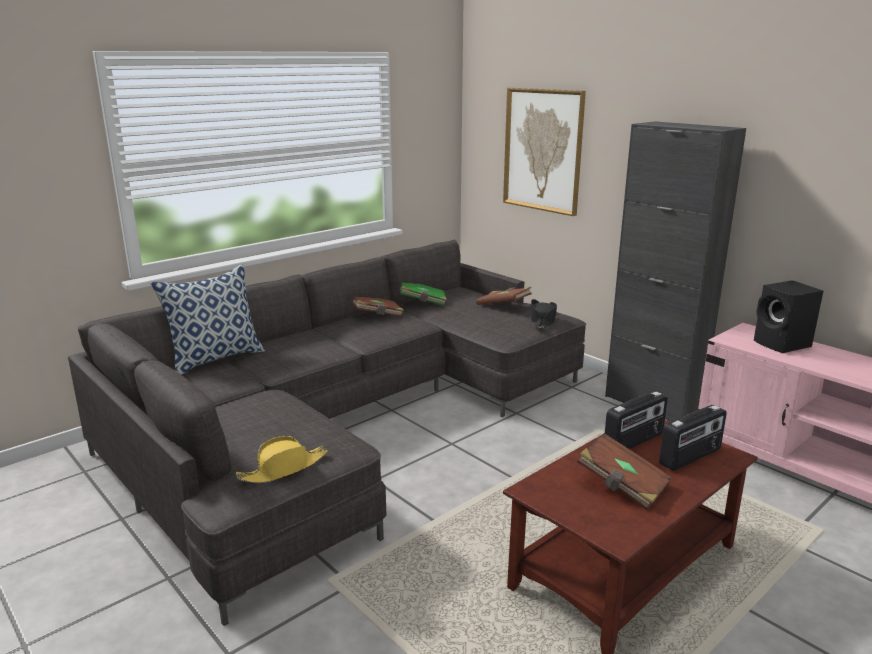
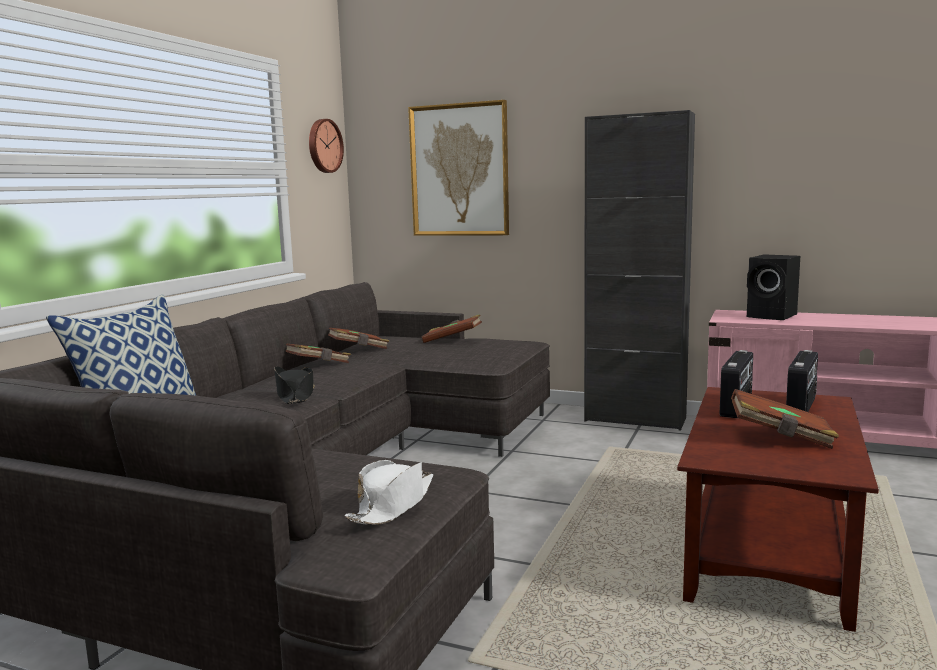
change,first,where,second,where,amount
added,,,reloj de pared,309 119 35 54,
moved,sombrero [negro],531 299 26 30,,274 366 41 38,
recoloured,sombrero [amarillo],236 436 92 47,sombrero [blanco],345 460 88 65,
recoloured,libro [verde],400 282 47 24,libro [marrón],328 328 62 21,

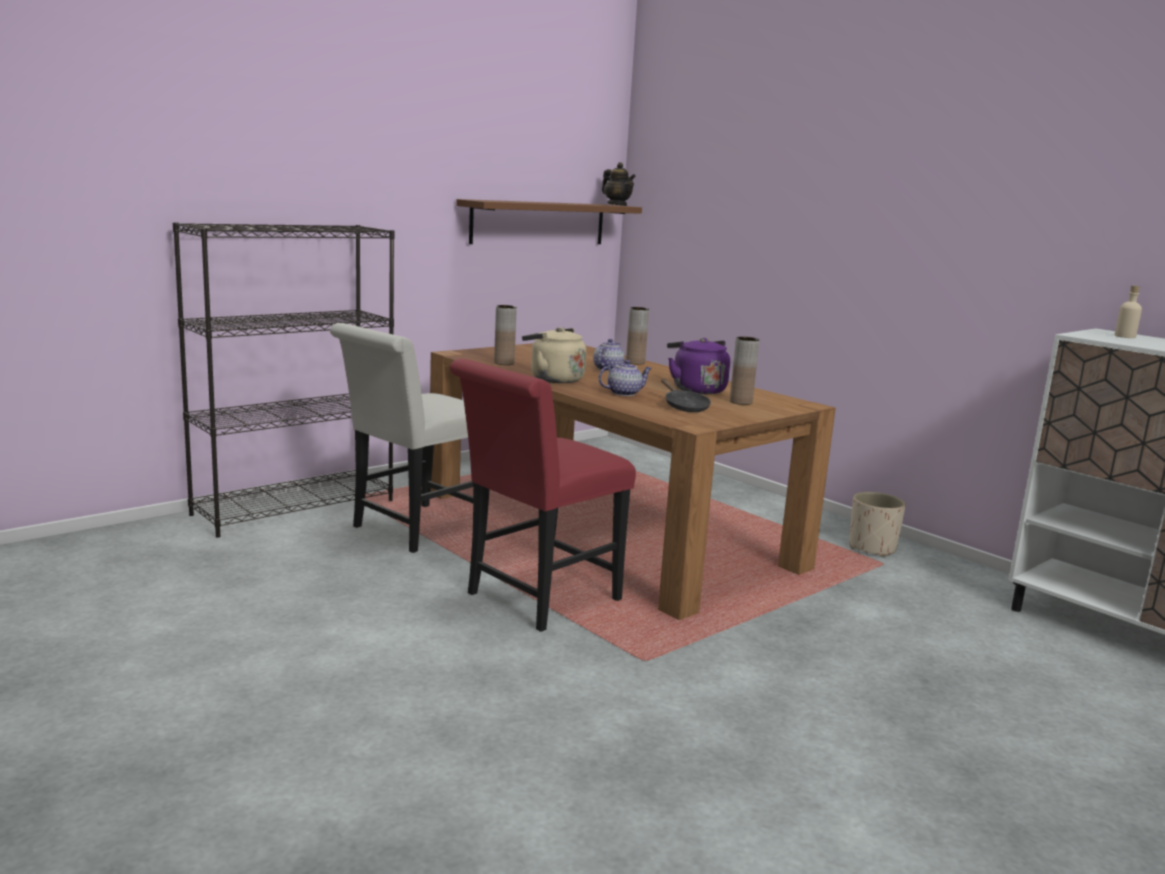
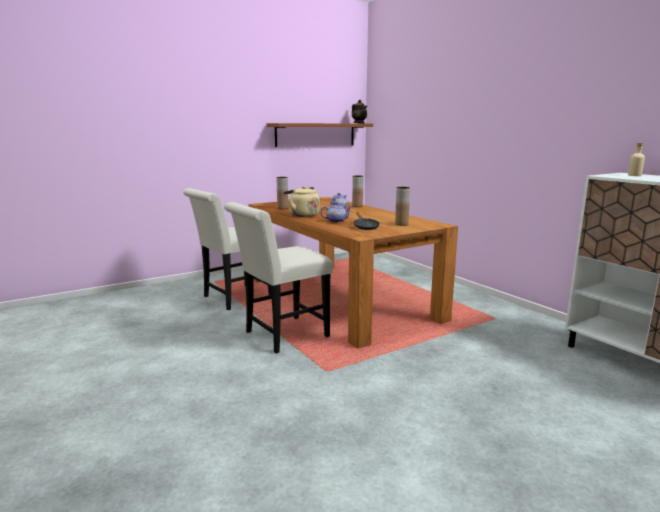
change,first,where,second,where,amount
removed,estantería [negro],173 222 222 316,,,
removed,hervidor [morado],667 338 63 56,,,
removed,maceta [beis],849 492 57 65,,,
recoloured,silla [rojo],450 359 186 273,silla [blanco],224 202 109 151,

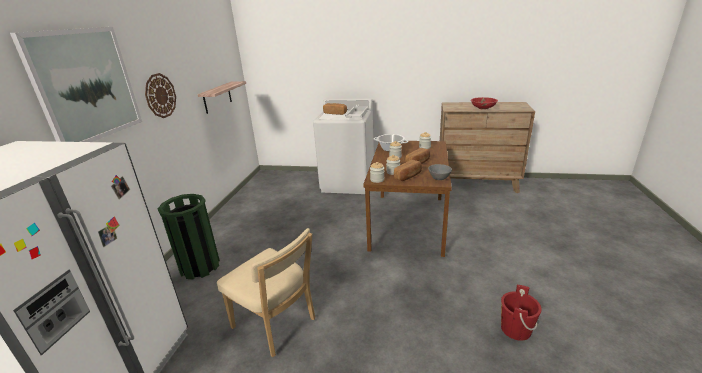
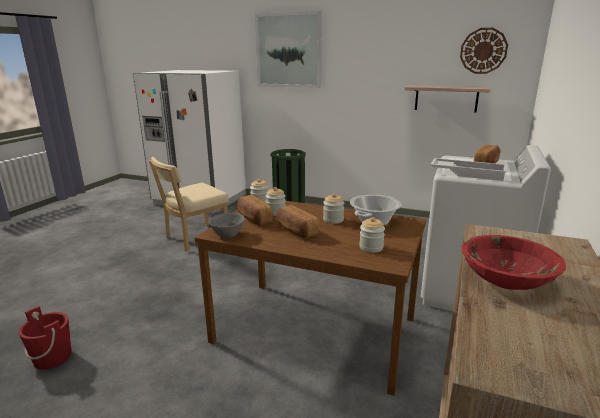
change,first,where,second,where,amount
moved,reloj de pared,145 73 31 45,,460 28 48 46,

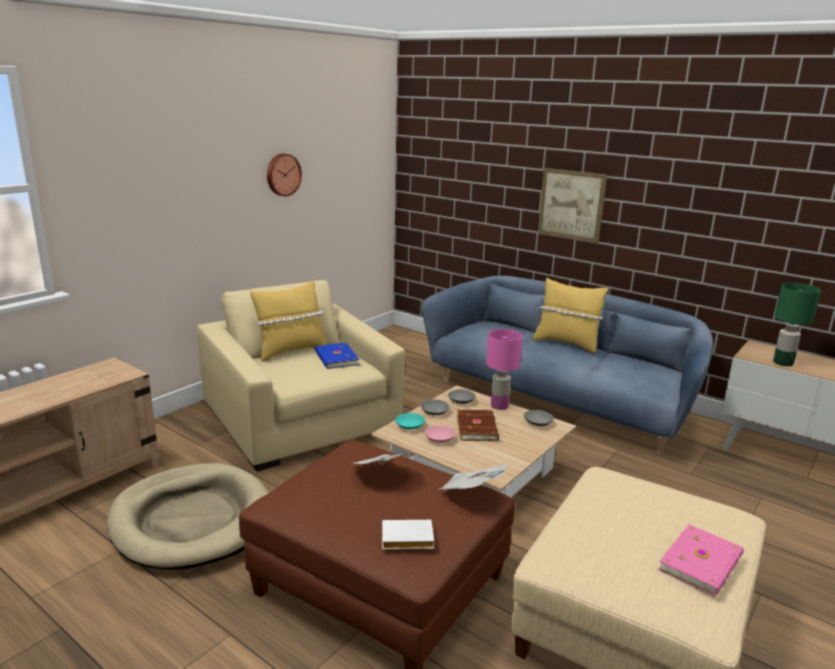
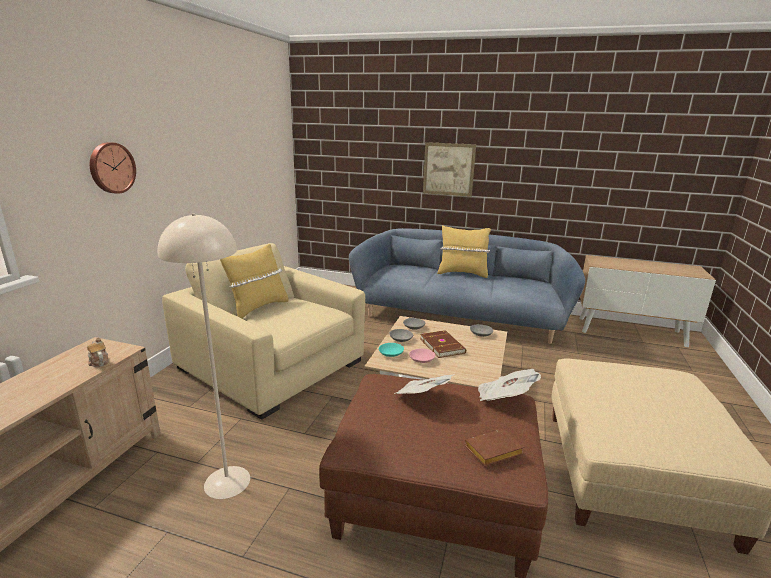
change,first,where,second,where,amount
removed,libro [azul],315 343 44 26,,,
removed,lámpara de mesa [rosa],486 329 37 81,,,
removed,libro [rosa],658 525 86 71,,,
removed,lámpara de mesa [verde],773 283 48 83,,,
added,,,tetera,87 337 22 30,
moved,reloj de pared,267 153 35 43,,90 142 46 52,
replaced,cama para perro [beis],107 463 162 107,lámpara de pie [beis],158 213 92 286,
recoloured,libro [blanco],382 519 52 30,libro [marrón],465 429 59 37,

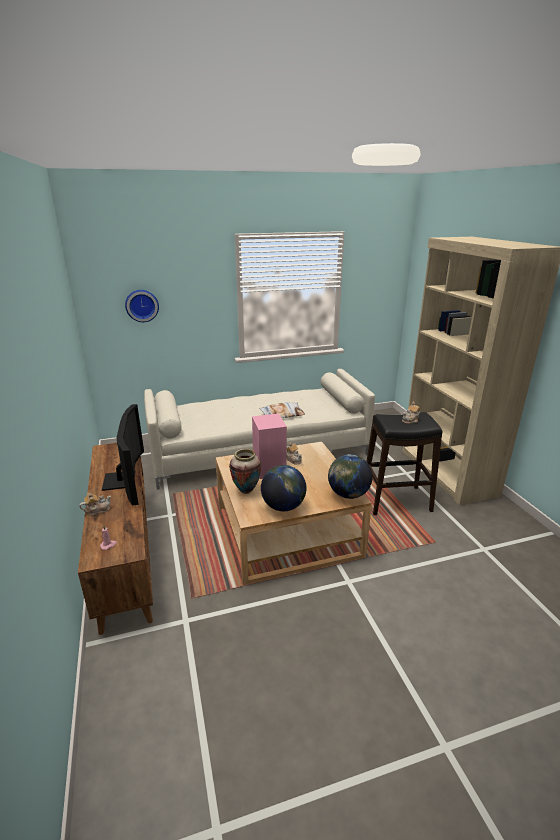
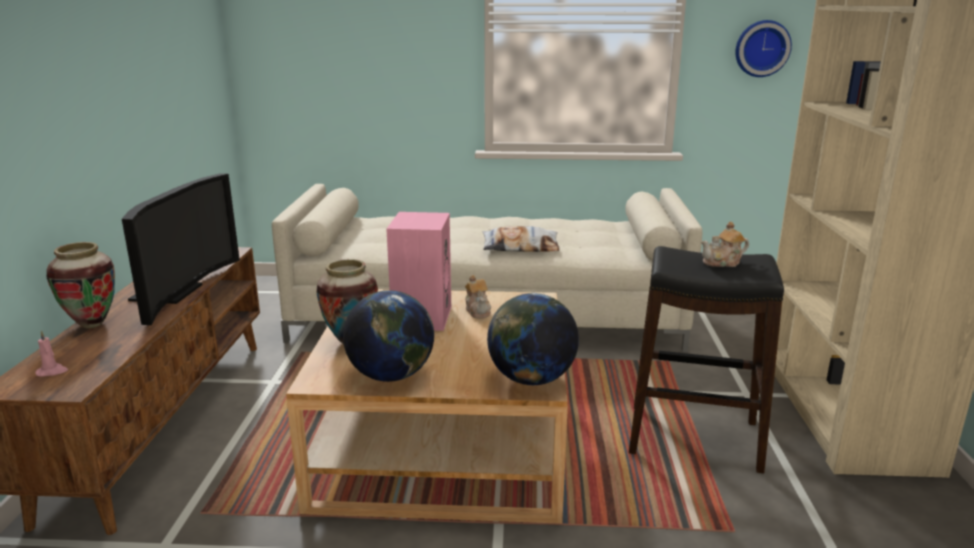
change,first,where,second,where,amount
moved,reloj de pared,125 290 34 32,,735 20 57 57,
replaced,tetera,79 493 32 23,florero,47 242 68 86,

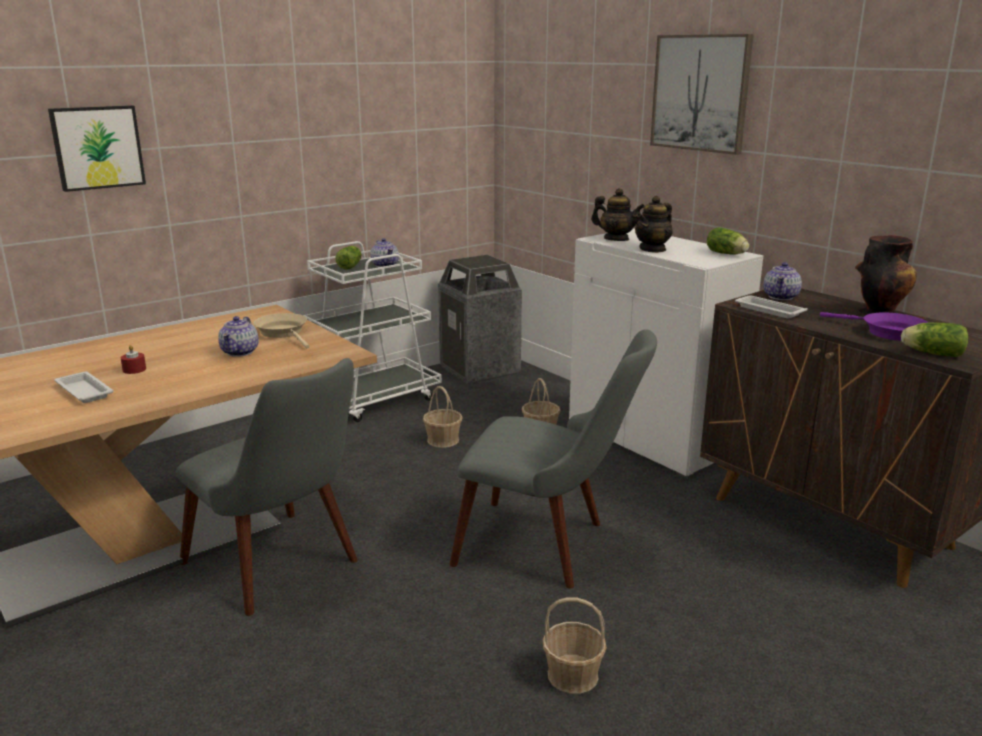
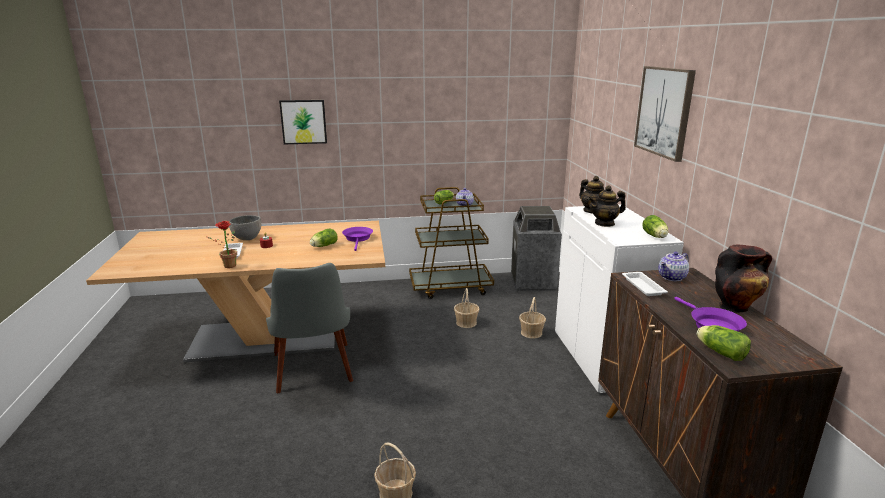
change,first,where,second,where,amount
removed,silla [gris],450 329 207 259,,,
added,,,planta en maceta,207 221 30 47,
added,,,cuenco [gris],229 215 33 25,
replaced,tetera,218 316 41 41,lechuga,310 228 28 19,
recoloured,sartén [beis],254 313 55 35,sartén [morado],342 227 31 24,
recoloured,carrito [blanco],303 241 139 181,carrito [marrón],409 187 85 112,

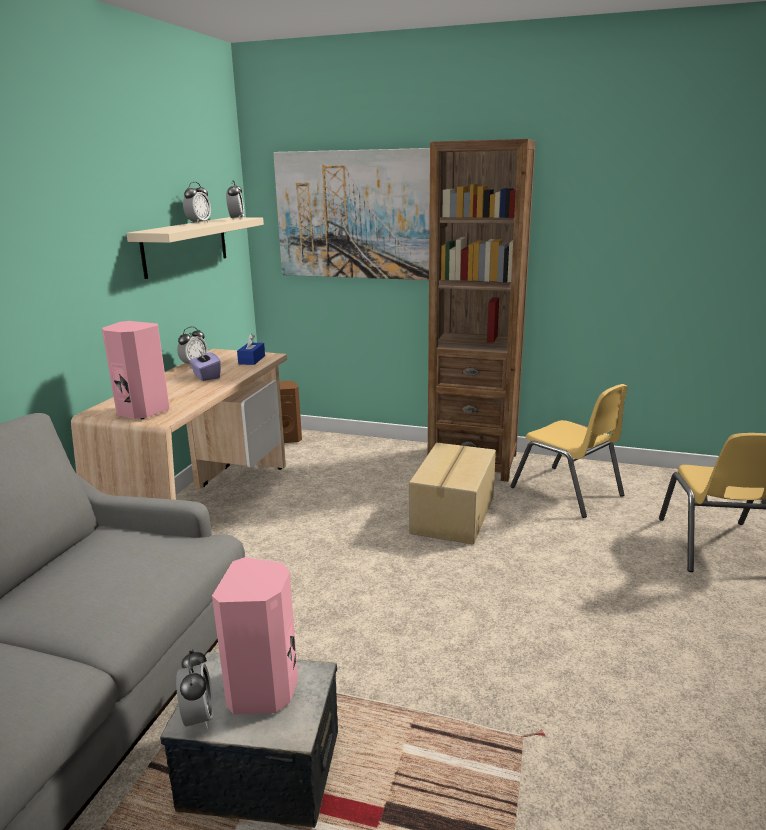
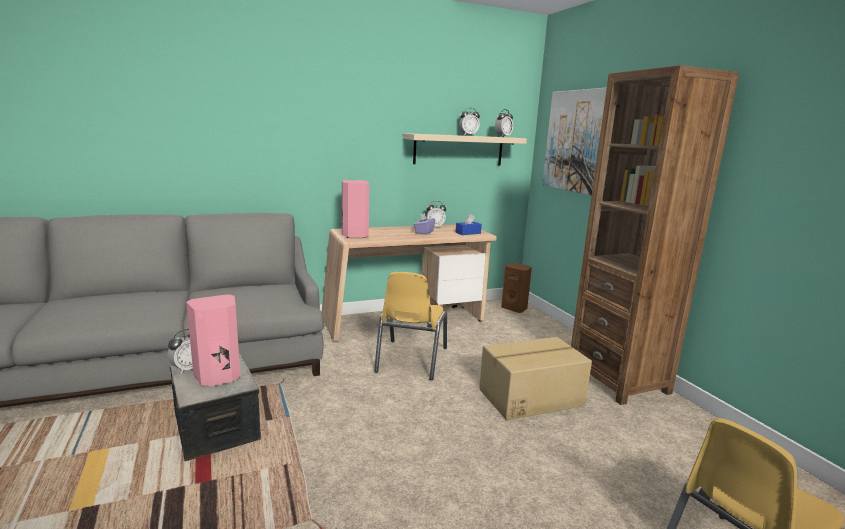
change,first,where,second,where,amount
moved,silla [amarillo],510 384 118 134,,374 272 73 108,

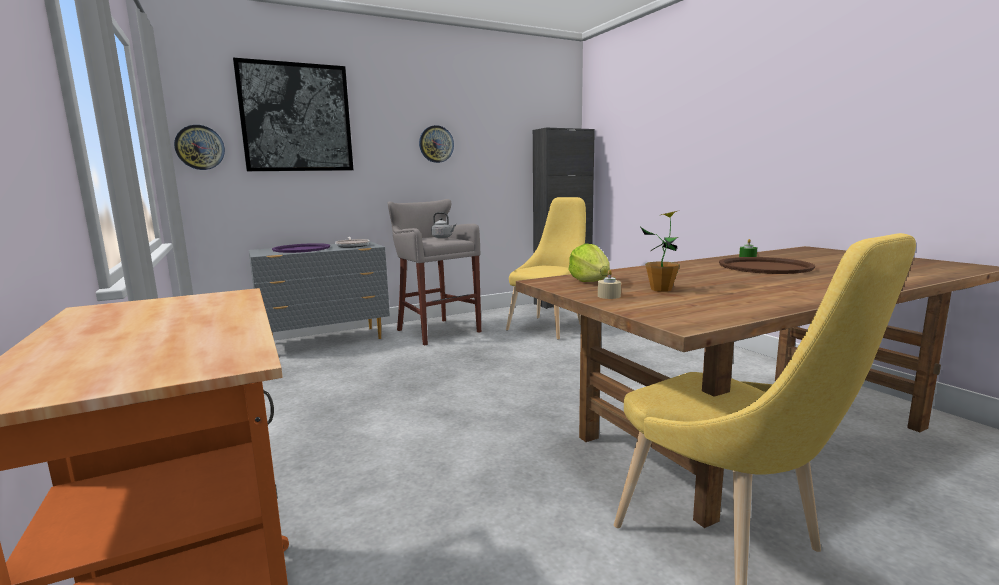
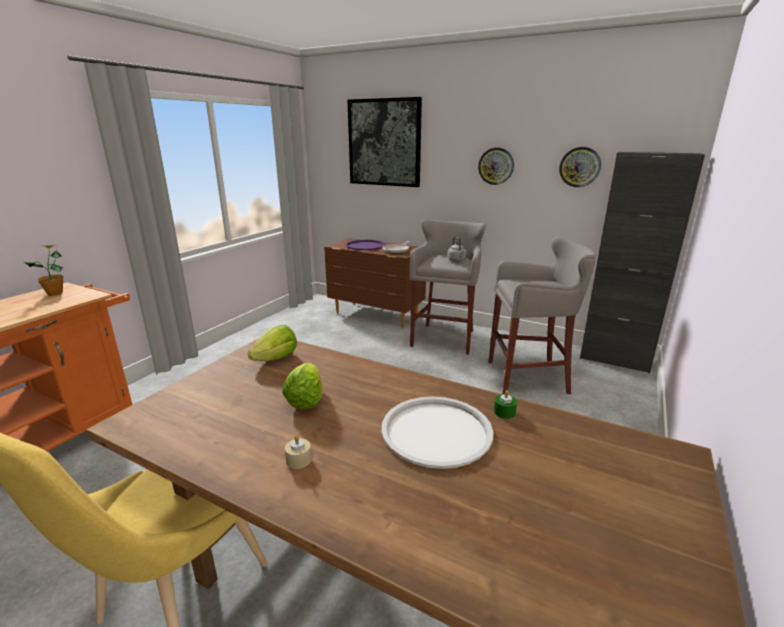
change,first,where,second,where,amount
added,,,lechuga,282 363 40 46,
moved,reloj de pared,174 125 51 45,,559 147 42 40,
moved,vela [beis],598 270 23 29,,285 435 27 34,
moved,planta en maceta,641 210 39 82,,24 245 39 51,
replaced,silla [amarillo],506 197 80 143,taburete [gris],489 237 107 157,
recoloured,cómoda [gris],249 241 141 98,cómoda [marrón],324 238 102 90,
recoloured,bandeja [marrón],719 257 96 17,bandeja [blanco],382 397 111 72,

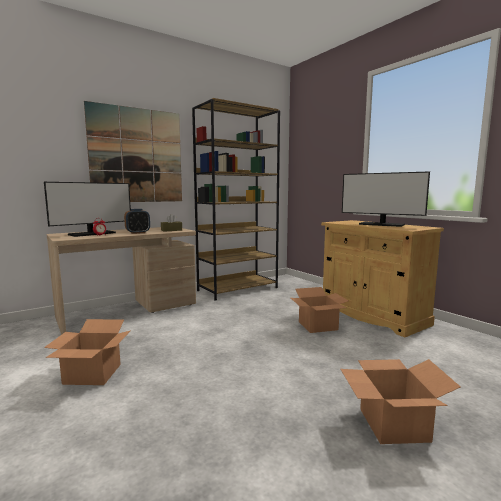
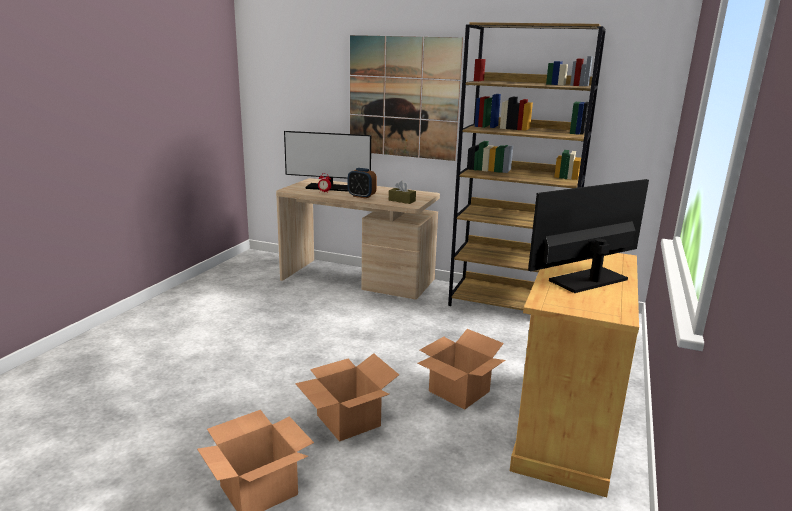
change,first,where,second,where,amount
moved,caja de cartón,44 319 87 66,,295 353 104 89,
turned,monitor,342 171 88 56,,528 179 121 114,60 degrees clockwise

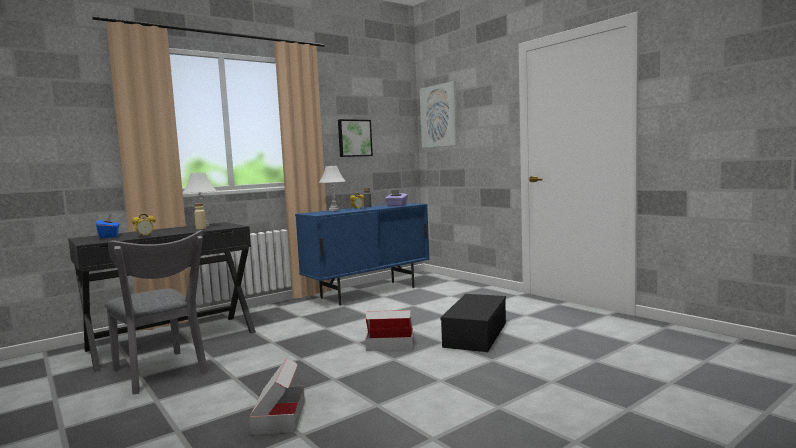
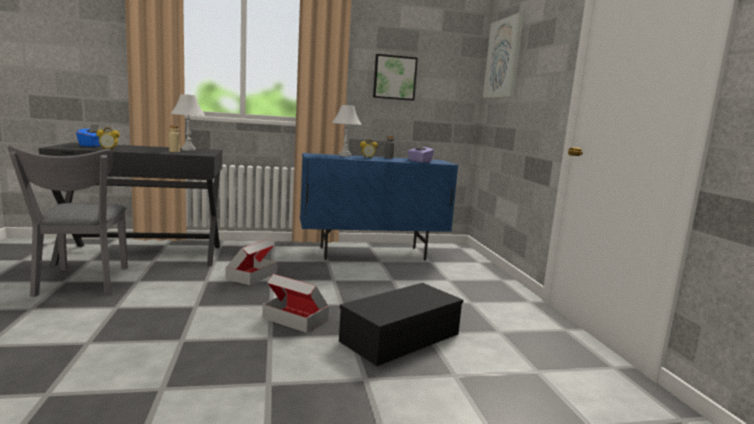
change,first,where,second,where,amount
moved,caja de cartón,249 358 56 77,,225 239 53 46,

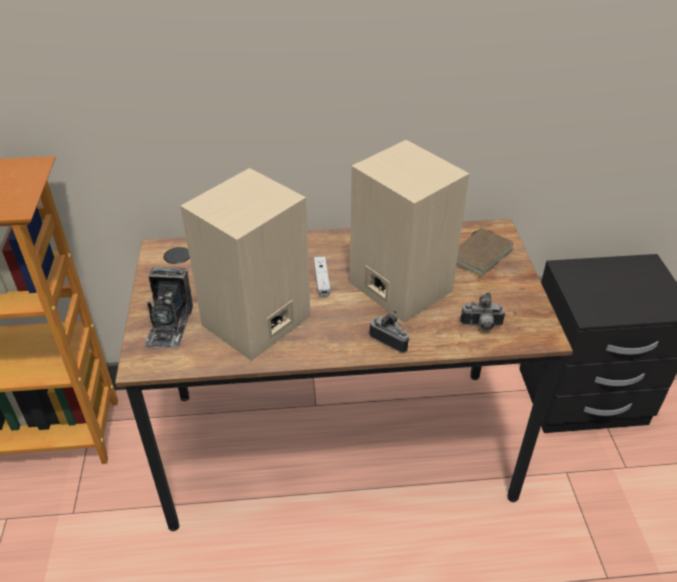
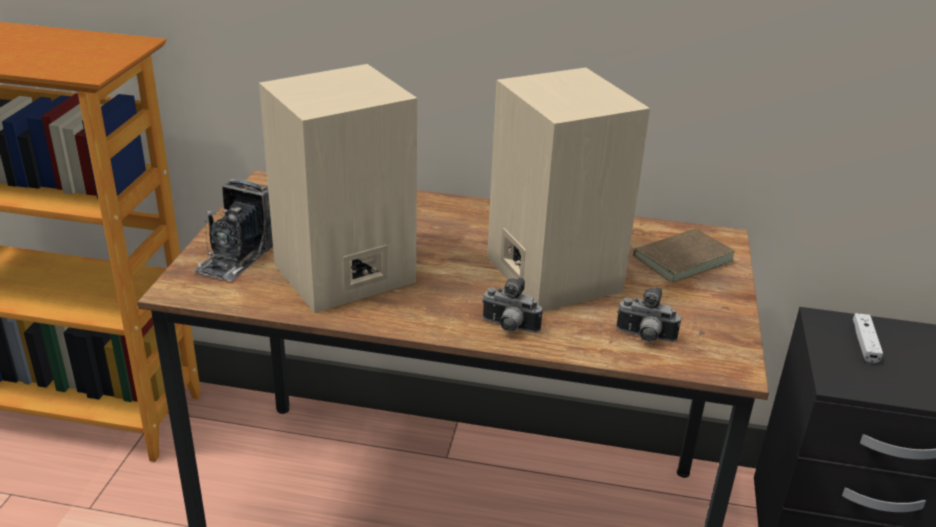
change,first,where,second,where,amount
moved,mando de consola [blanco],314 256 16 41,,853 313 30 50,
turned,cámara,369 310 41 43,,482 278 60 55,150 degrees clockwise

